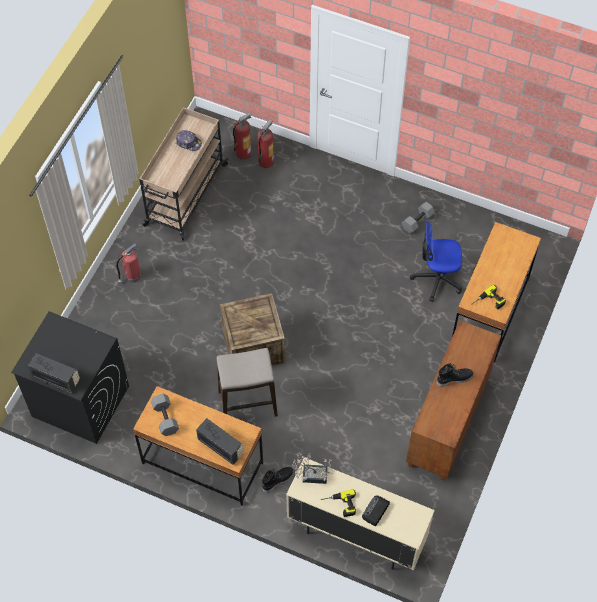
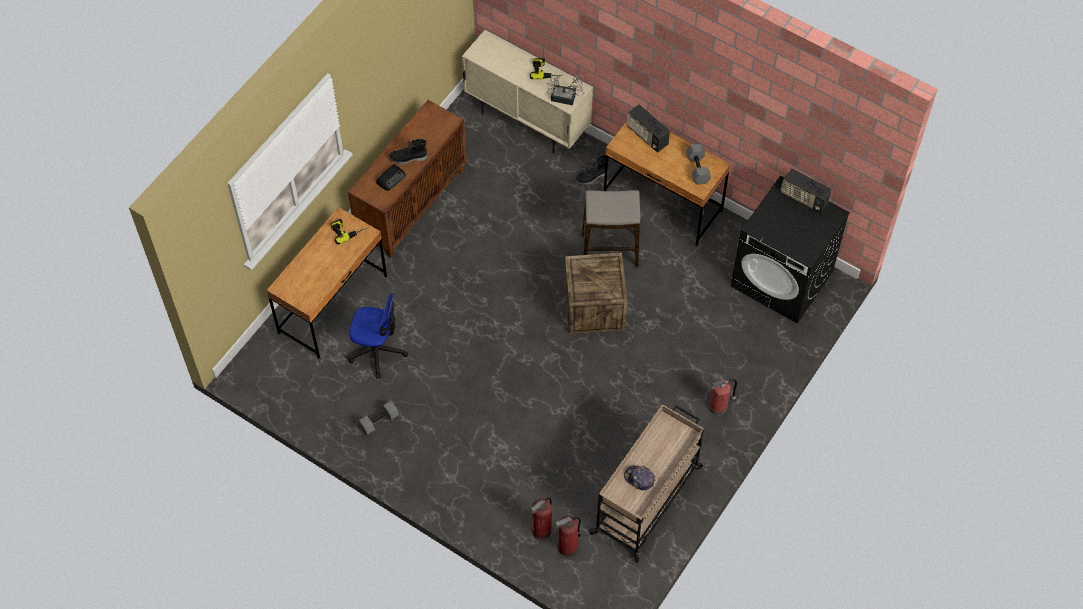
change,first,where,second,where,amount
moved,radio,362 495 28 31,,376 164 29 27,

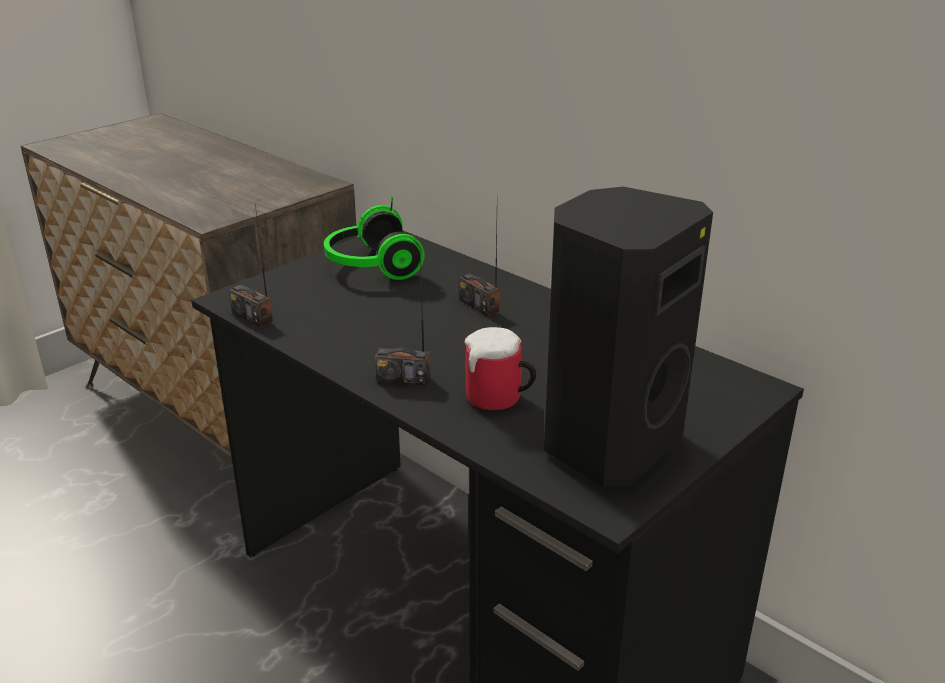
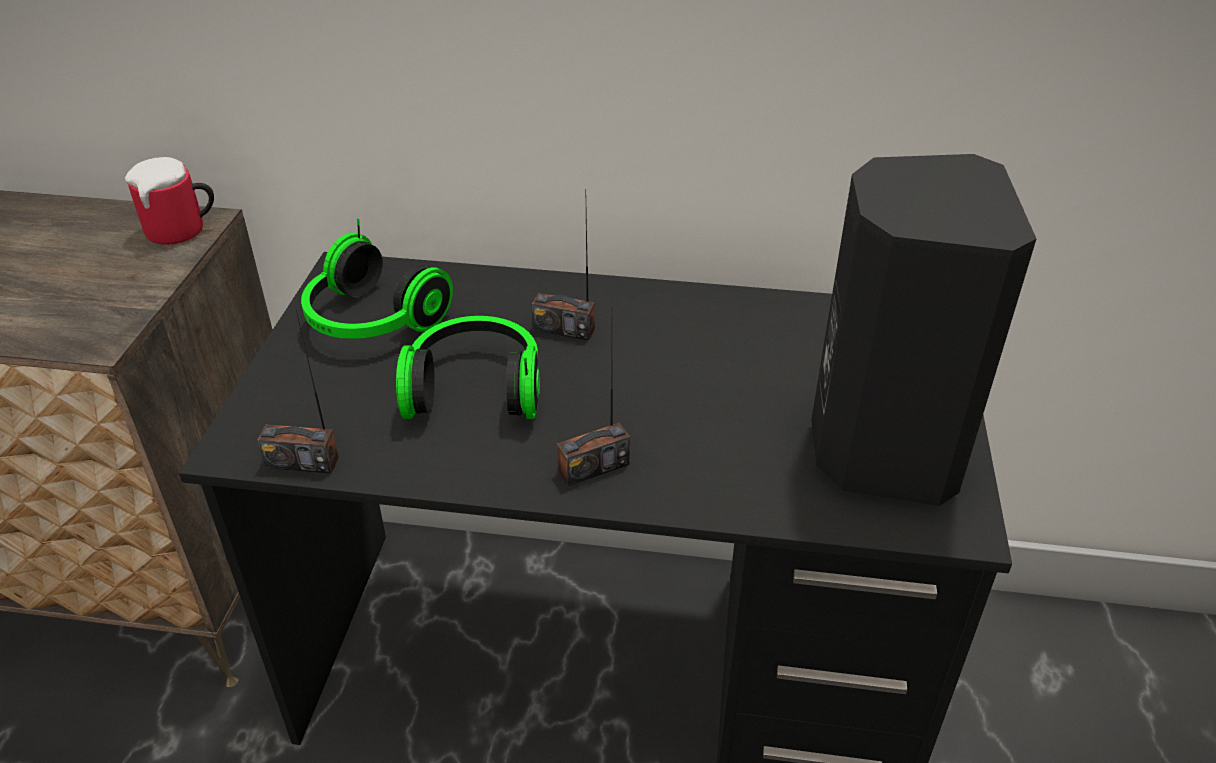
change,first,where,second,where,amount
added,,,auriculares,396 316 144 103,
moved,taza grande,465 327 71 83,,125 157 89 88,

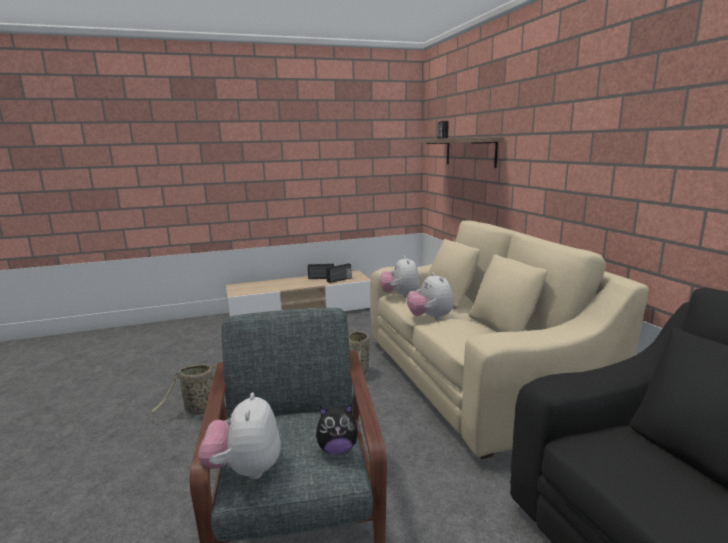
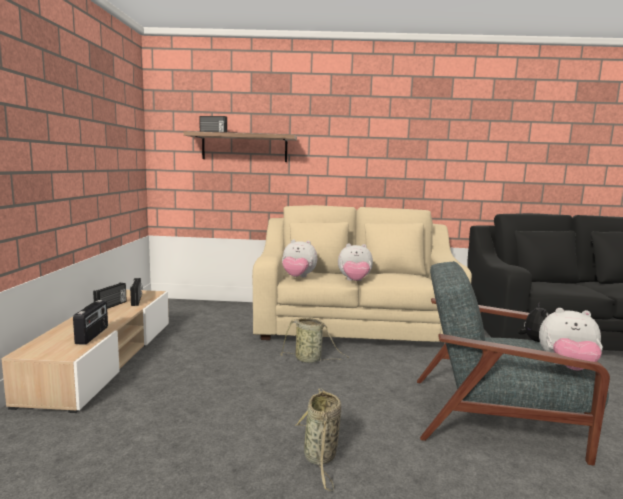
change,first,where,second,where,amount
added,,,radio,73 300 35 45,

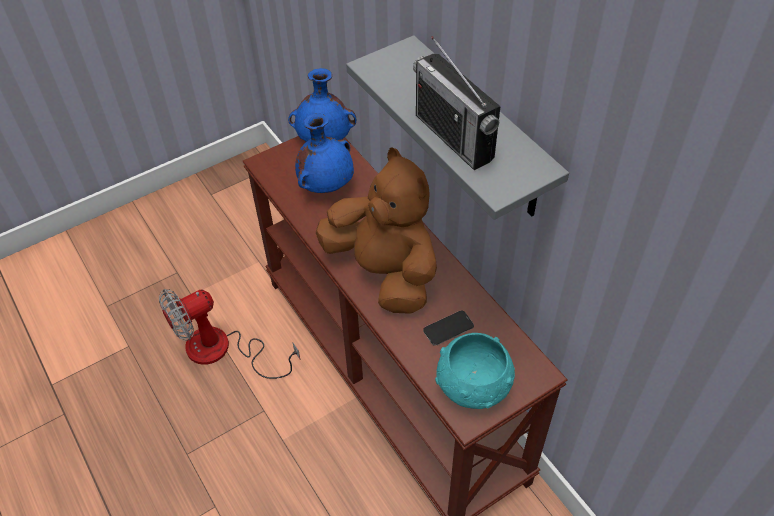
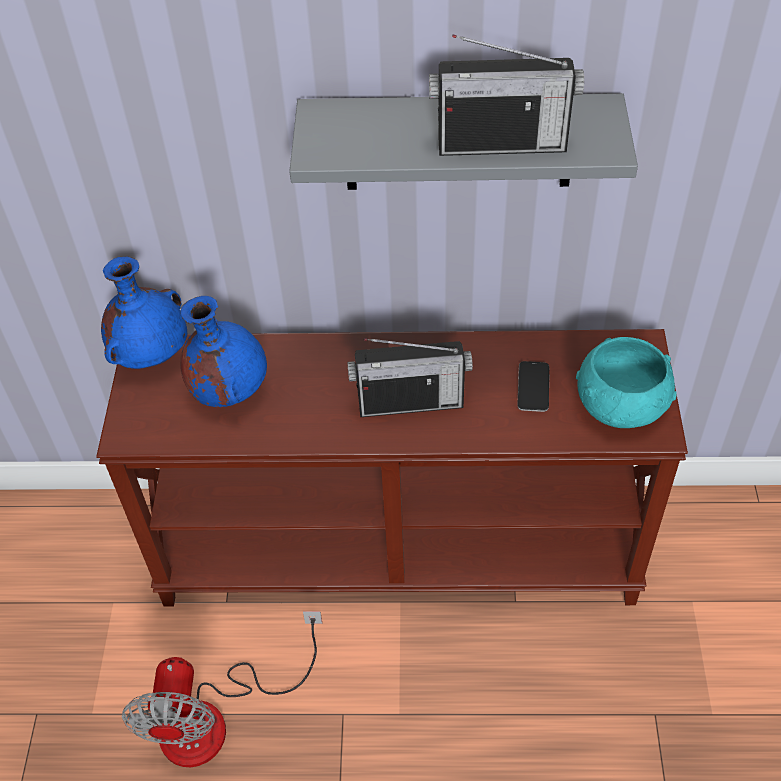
change,first,where,second,where,amount
replaced,peluche [marrón],316 148 121 166,radio,347 338 126 79,

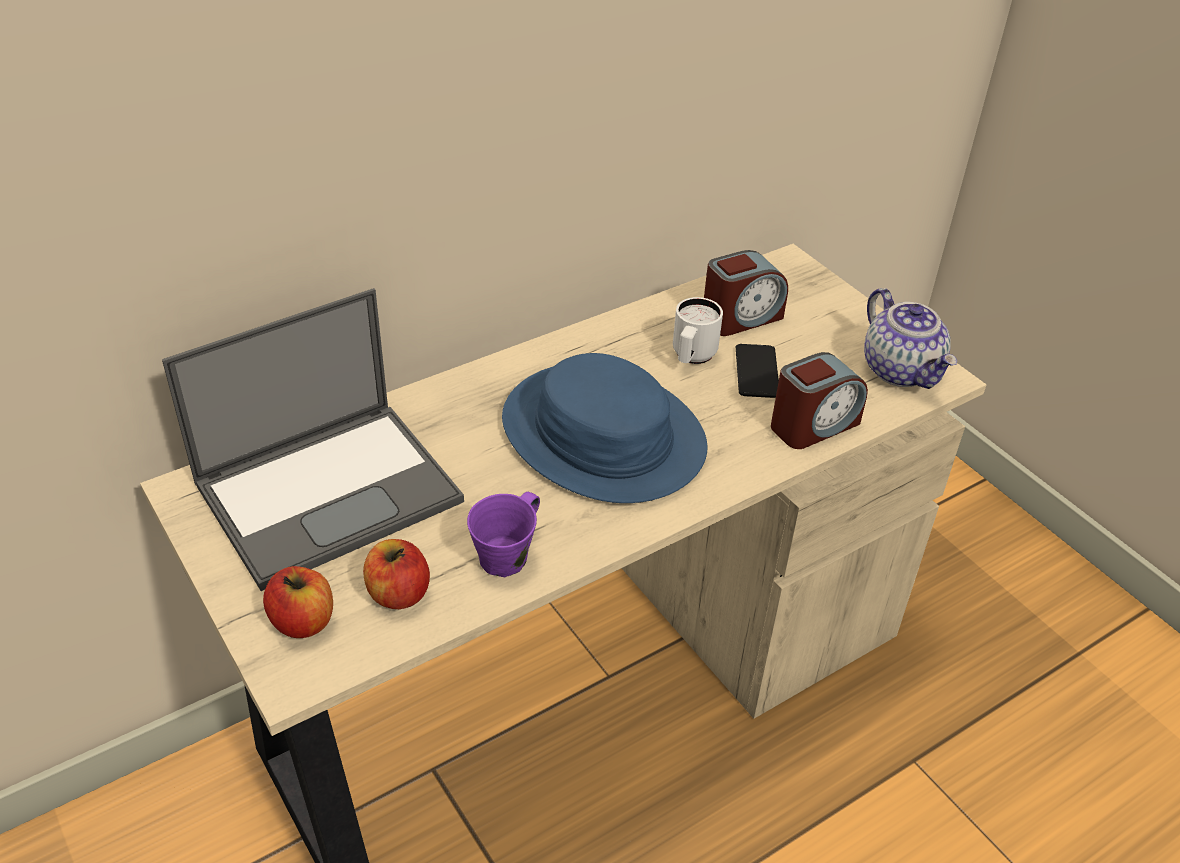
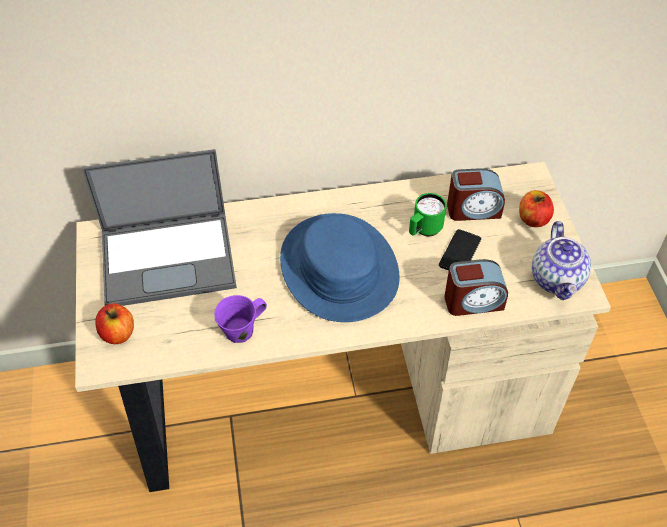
change,first,where,second,where,amount
moved,manzana,363 539 67 70,,519 190 35 37,
recoloured,taza grande [blanco],673 297 50 67,taza grande [verde],409 193 38 43,

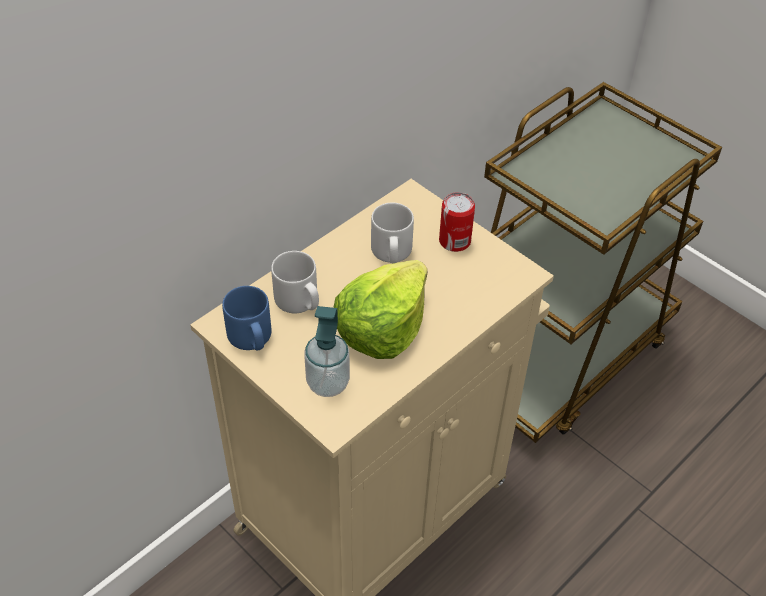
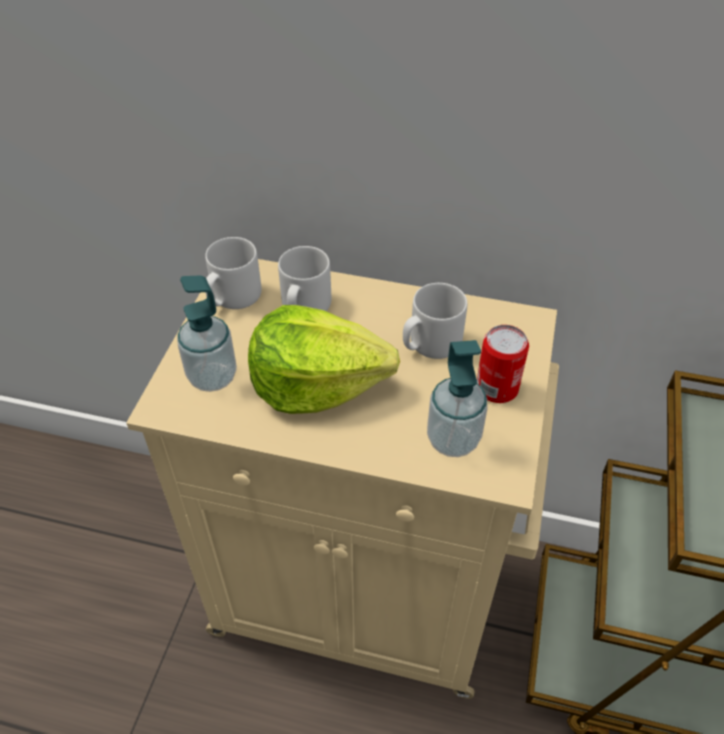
change,first,where,second,where,amount
added,,,dispensador de jabón,427 340 60 117,
recoloured,taza grande [azul],222 286 50 64,taza grande [gris],205 237 57 72,

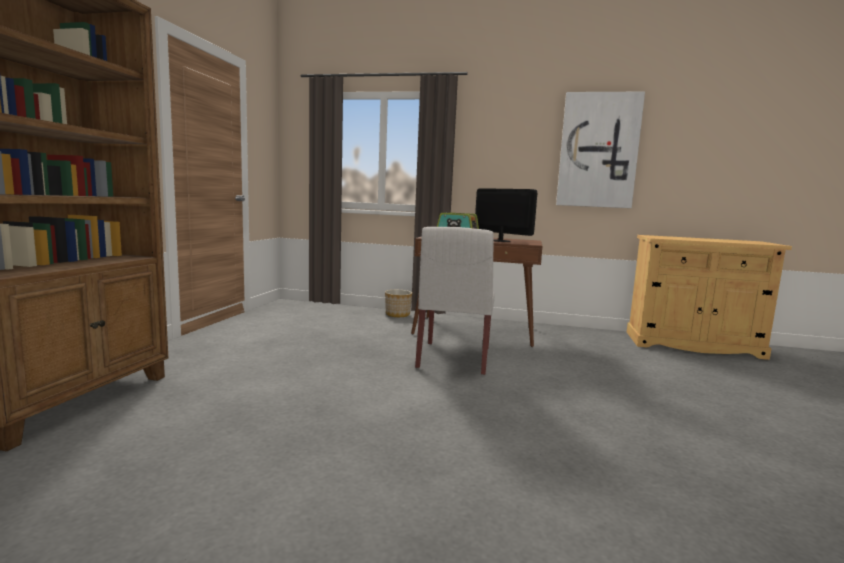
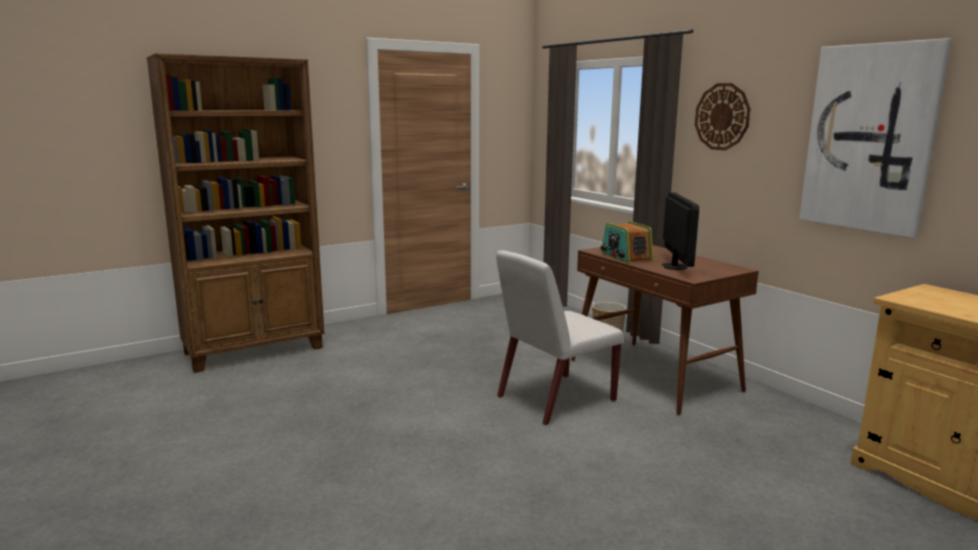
change,first,where,second,where,amount
added,,,reloj de pared,695 83 56 67,

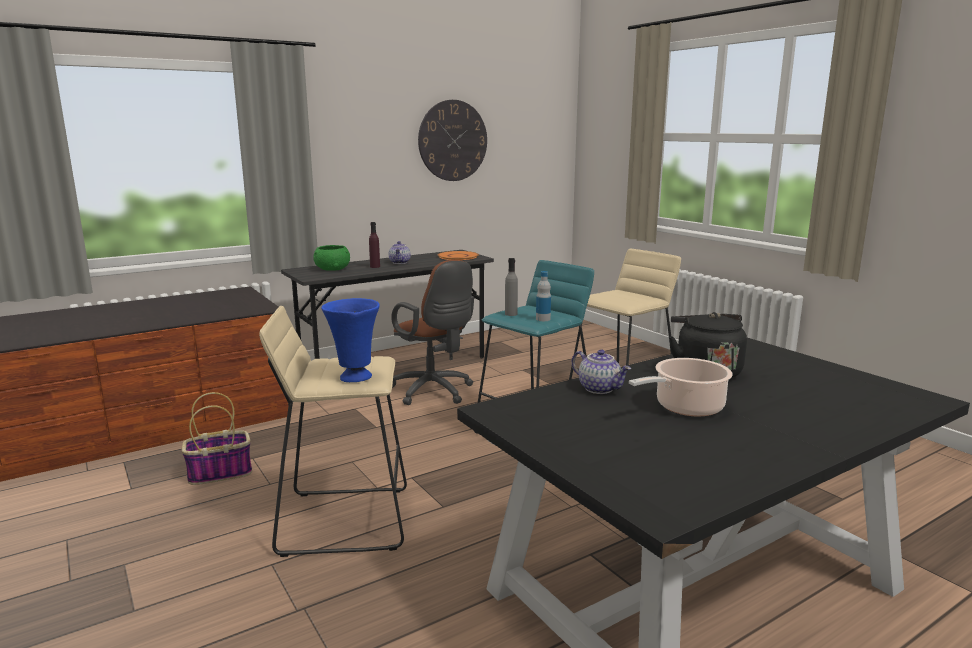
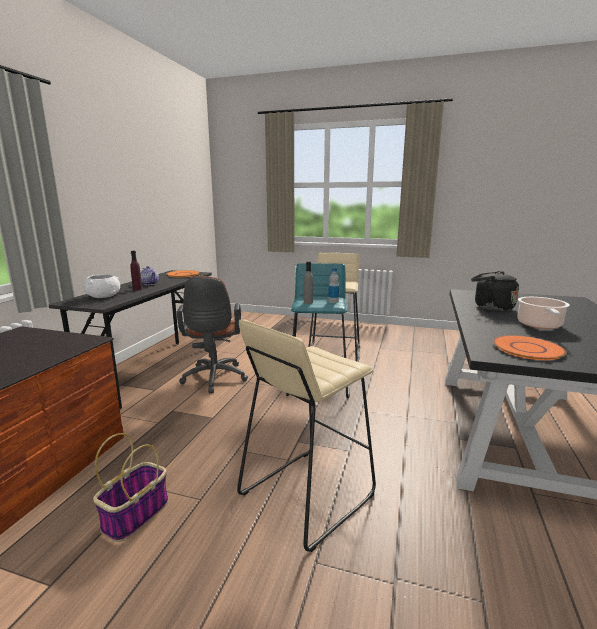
change,first,where,second,where,amount
removed,florero [azul],321 298 59 84,,,
removed,reloj de pared,418 100 69 81,,,
removed,tetera,572 350 59 44,,,
added,,,plato [naranja],493 335 74 25,
recoloured,cuenco [verde],313 245 37 26,cuenco [blanco],83 274 37 24,
turned,silla de oficina [marrón],391 260 83 145,,177 276 71 117,75 degrees clockwise

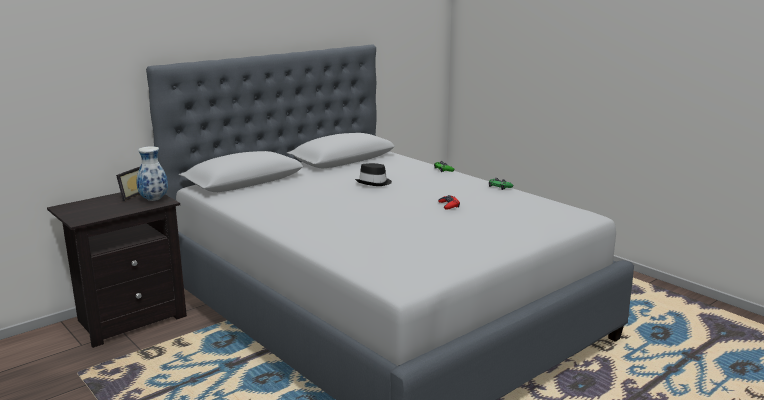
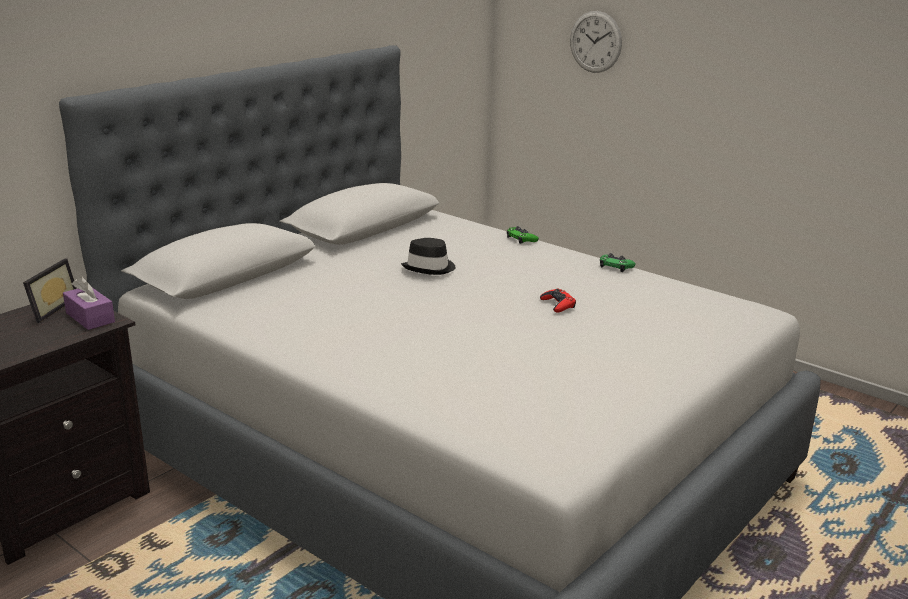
change,first,where,second,where,amount
added,,,reloj de pared,570 11 52 62,
replaced,florero,136 146 32 55,caja de pañuelos [morado],63 276 52 54,

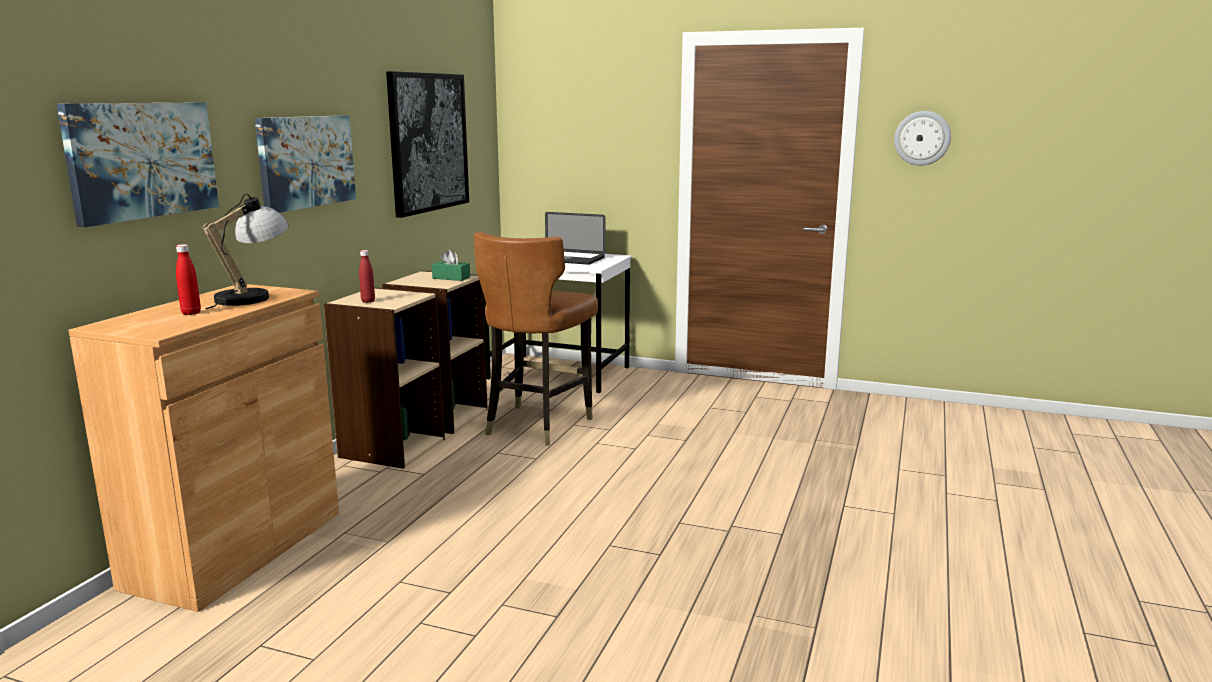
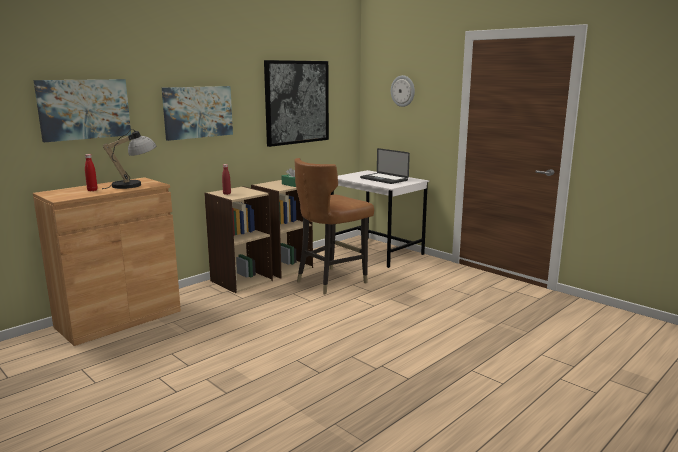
change,first,where,second,where,amount
moved,reloj de pared,894 111 57 55,,391 75 24 32,

